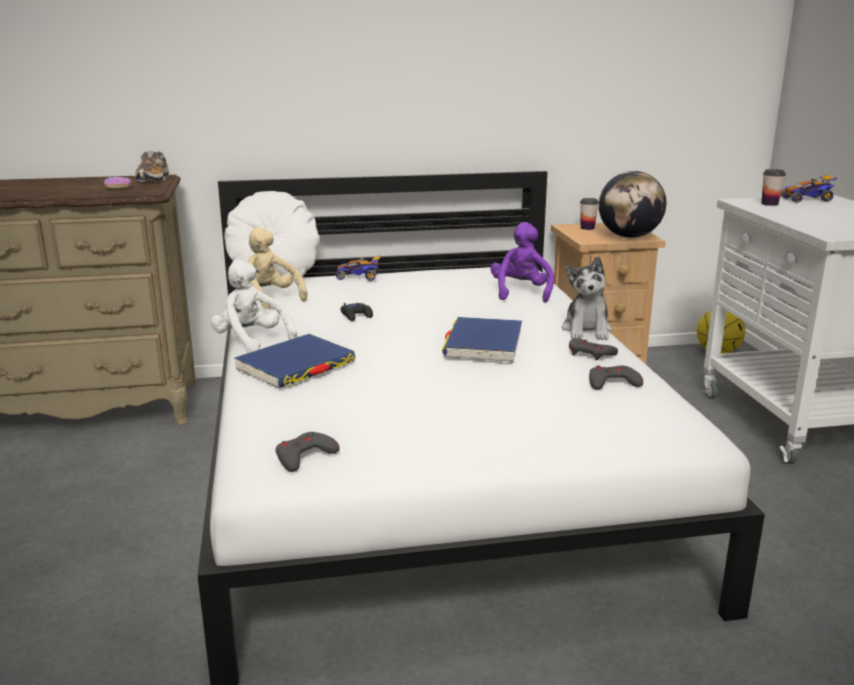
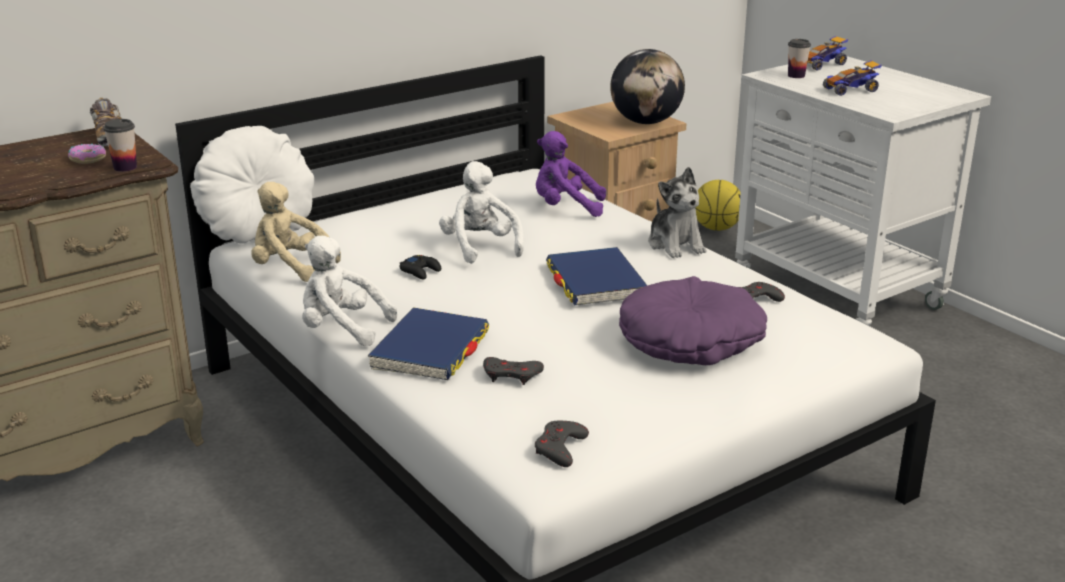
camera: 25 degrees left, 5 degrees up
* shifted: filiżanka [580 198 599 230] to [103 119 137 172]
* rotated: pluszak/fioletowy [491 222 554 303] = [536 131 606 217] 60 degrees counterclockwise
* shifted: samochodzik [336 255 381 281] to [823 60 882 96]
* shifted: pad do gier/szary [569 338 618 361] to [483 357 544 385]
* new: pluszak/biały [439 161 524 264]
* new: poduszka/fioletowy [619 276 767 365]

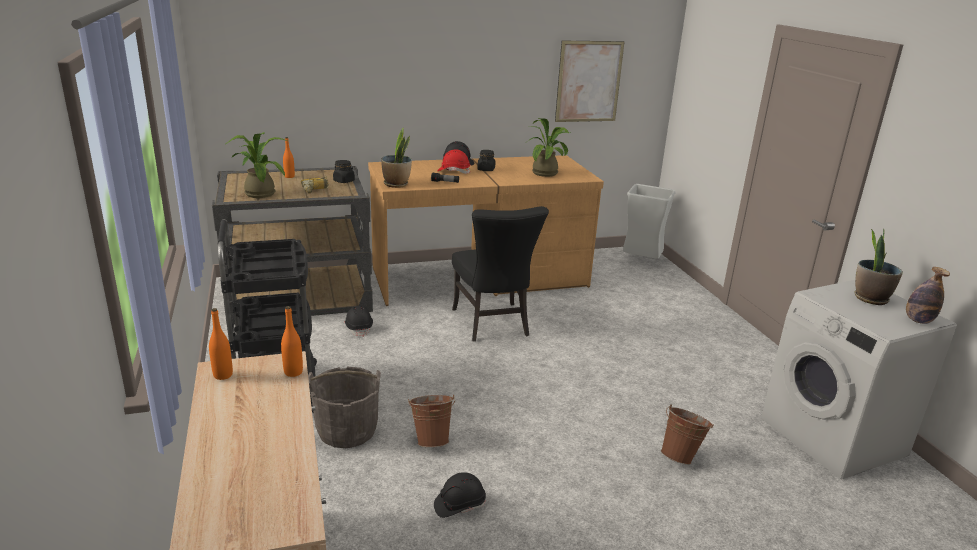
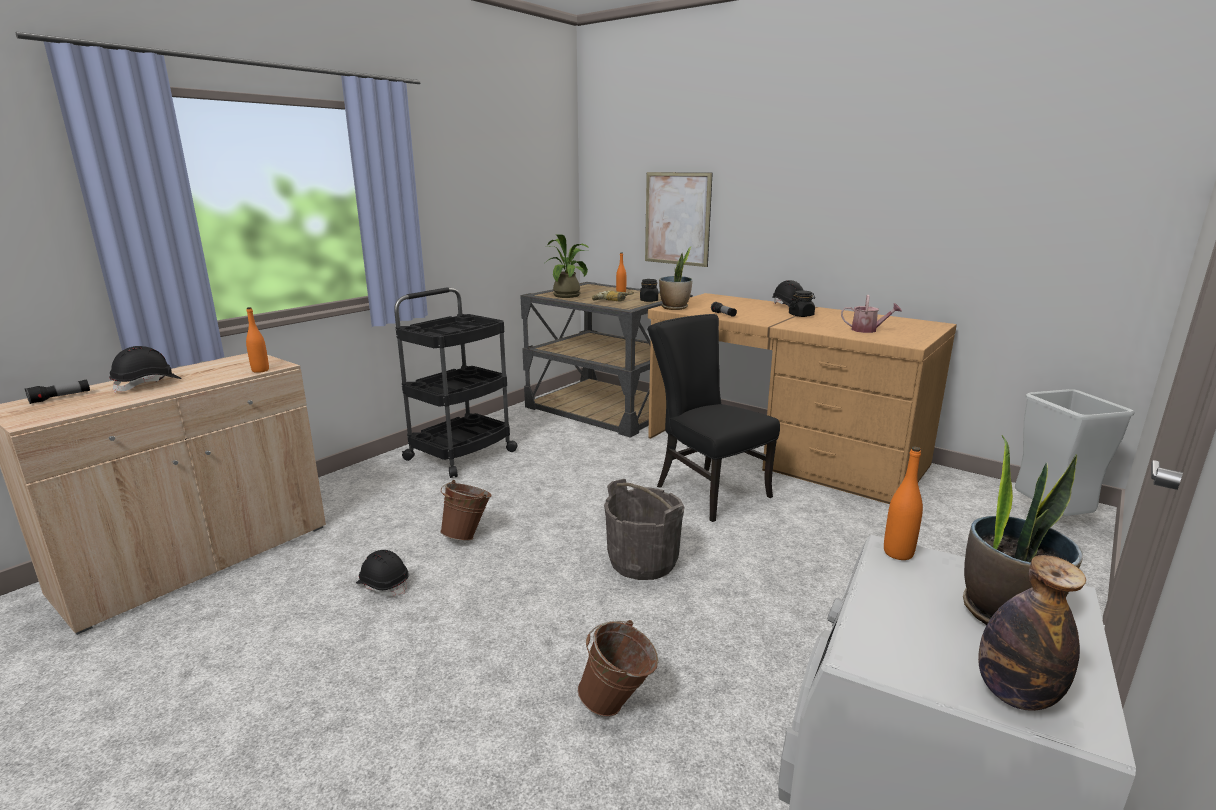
camera: 55 degrees right, 5 degrees down
* shifted: obraz [555 41 625 122] to [645 172 713 267]
* swapped: roślina doniczkowa [525 118 570 177] to konewka [841 295 902 333]
* gone: kask/czerwony [437 149 470 174]
* rotated: krzesło/czarny [452 206 549 342] = [647 314 780 522] 105 degrees clockwise
* shifted: kask/czarny [345 306 373 337] to [109 346 182 393]
* shifted: butelka/pomarańczowy [209 308 233 380] to [884 447 923 560]
* shifted: wiadro/szary [308 367 381 448] to [604 479 684 580]
* new: latarka [25 379 90 404]

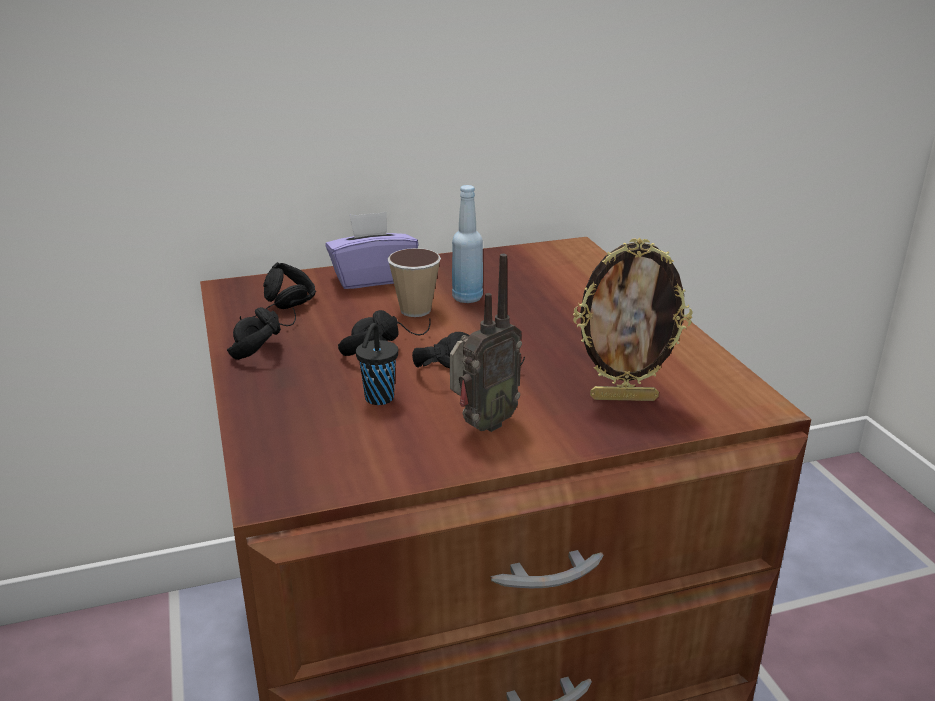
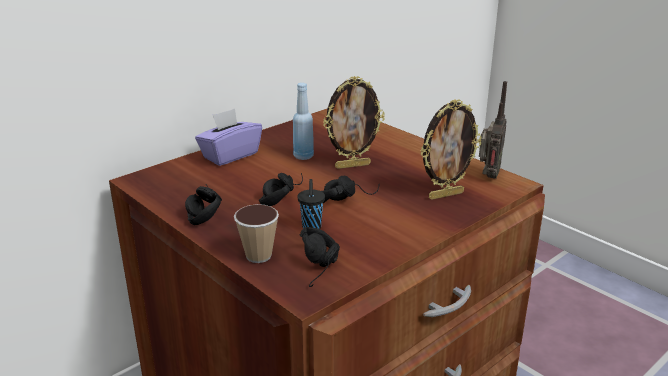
camera: 25 degrees left, 0 degrees up
* shifted: filiżanka [387 248 441 317] to [234 204 279 263]
* shifted: radio [450 254 522 432] to [479 81 507 179]
* shifted: słuchawki/czarny [240 262 316 320] to [300 227 340 287]
* new: ramka na zdjęcie [323 76 384 169]

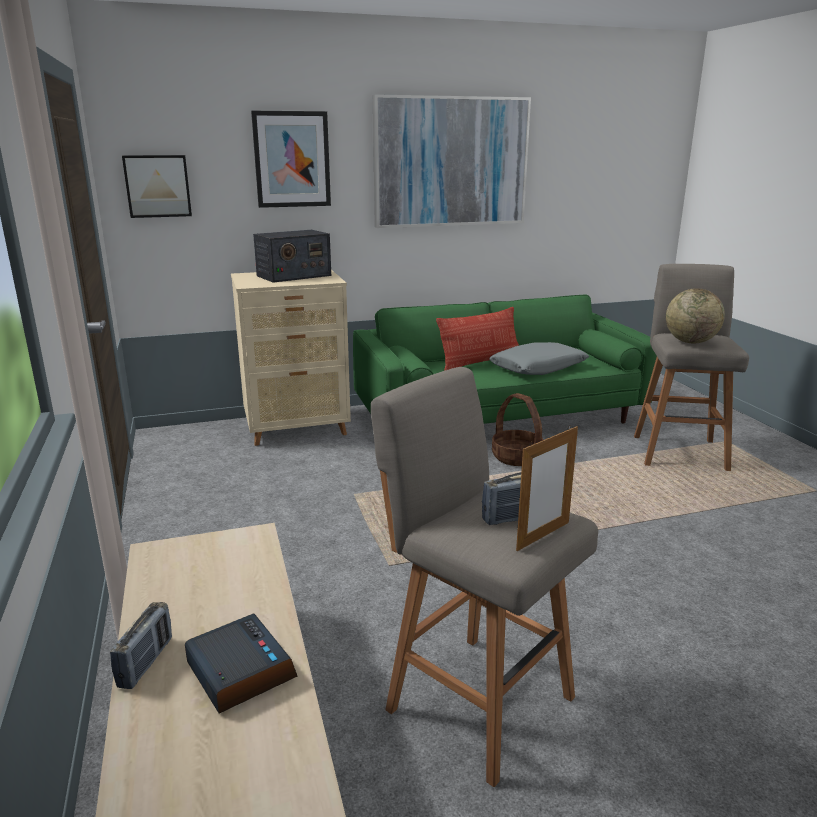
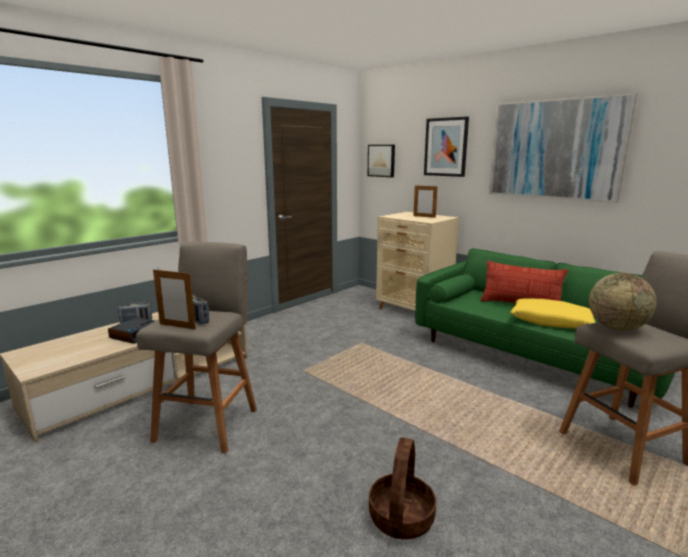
camera: 60 degrees right, 5 degrees down
* swapped: radio [253 230 331 283] to ramka na zdjęcie [413 186 438 218]
* repainted: poduszka/szary [489 342 589 375] to poduszka/żółty [510 298 595 329]
* shifted: koszyk [492 393 543 466] to [369 437 436 540]

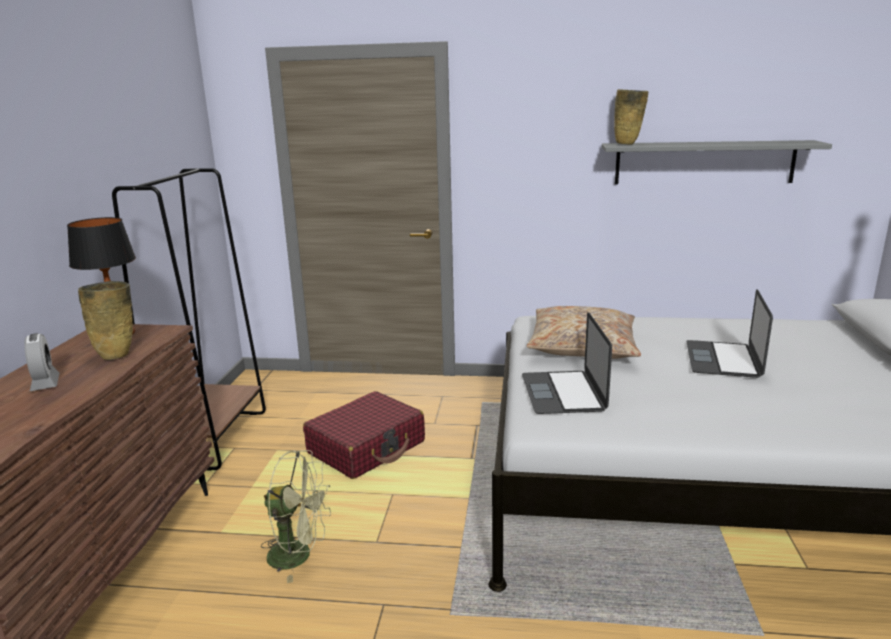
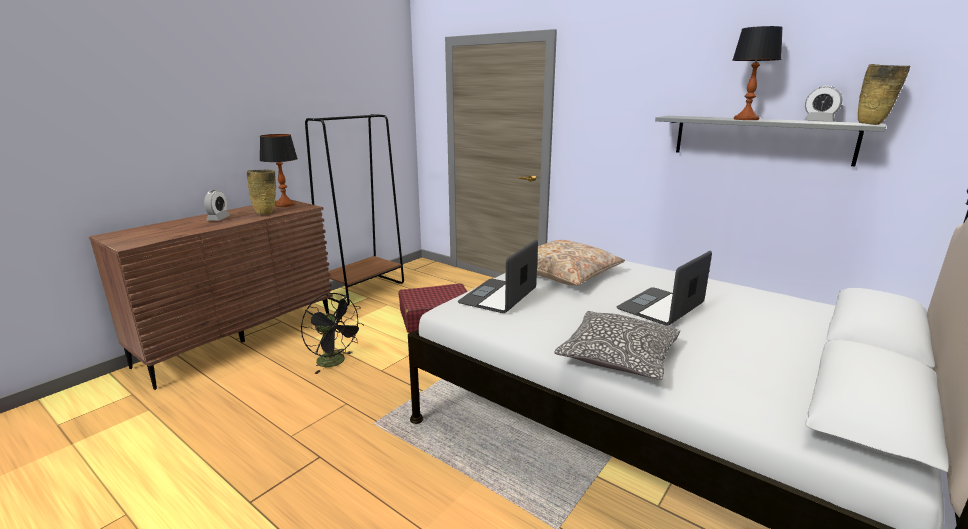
camera: 30 degrees right, 0 degrees up
* shifted: wazon/beżowy [614 89 648 145] to [858 64 911 125]
* repainted: wentylator/zielony [261 450 331 583] to wentylator/czarny [301 293 364 374]
* new: lampa stołowa [732 26 783 120]
* new: budzik [805 86 843 121]
* new: poduszka [554 311 680 380]

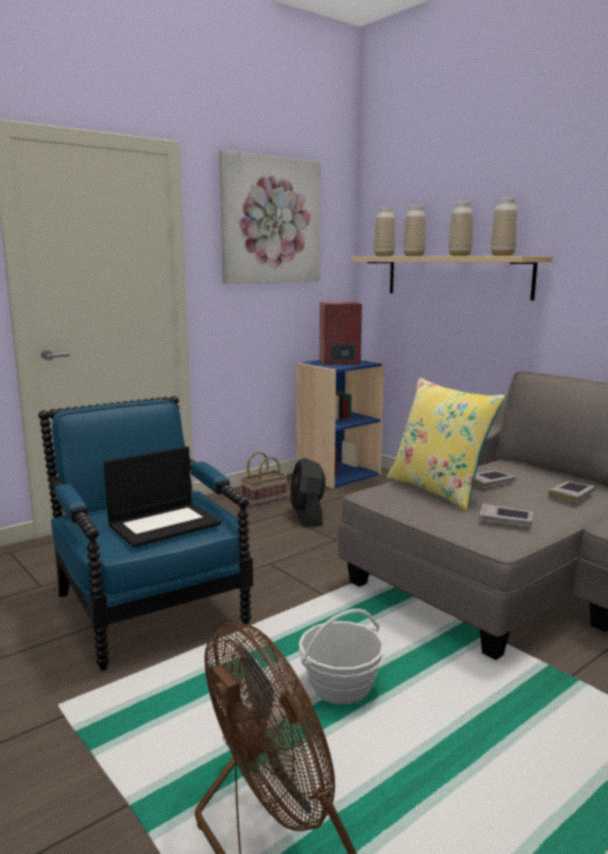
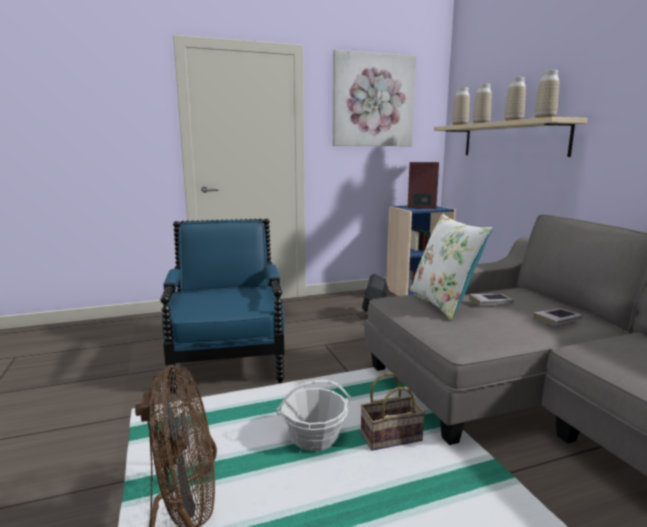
camera: 20 degrees right, 0 degrees up
* repainted: poduszka/żółty [387 377 506 511] to poduszka/biały [410 214 493 321]
* gone: laptop [104 446 221 547]
* shifted: koszyk [241 452 288 506] to [360 373 425 451]
* gone: książka [479 504 533 527]

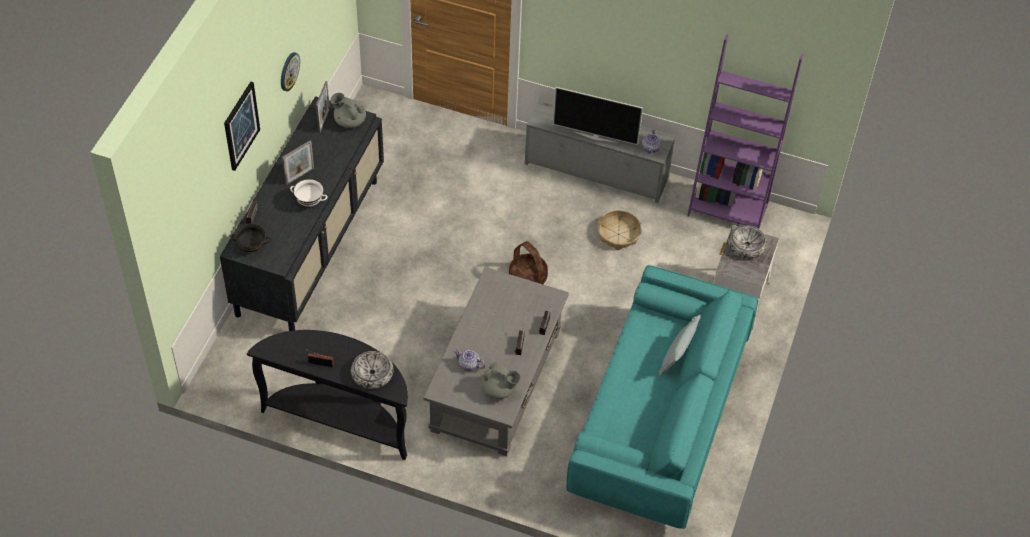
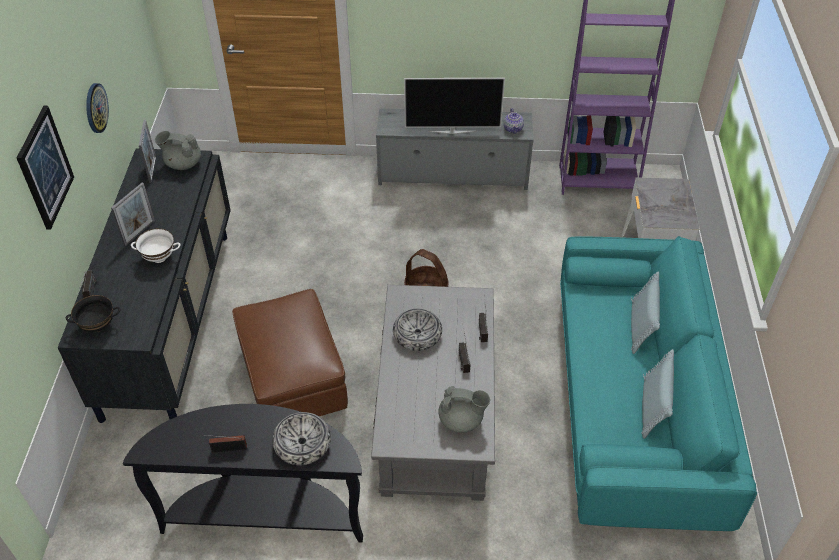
camera: 15 degrees left, 5 degrees down
* gone: koszyk [598 210 641 250]
* shifted: miska [728 225 767 259] to [393 309 442 351]
* gone: imbryk [453 350 485 371]
* new: pufa/brązowy [232 289 348 416]
* new: poduszka/niebieski [641 349 674 439]

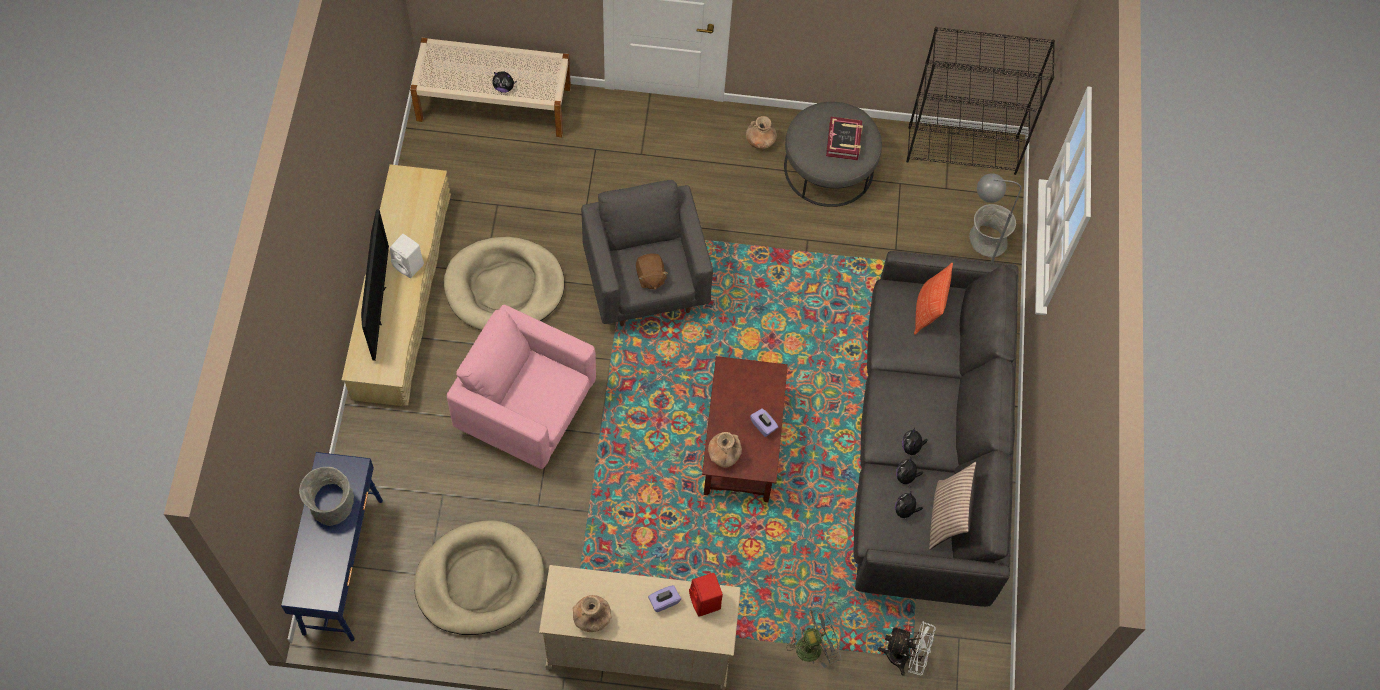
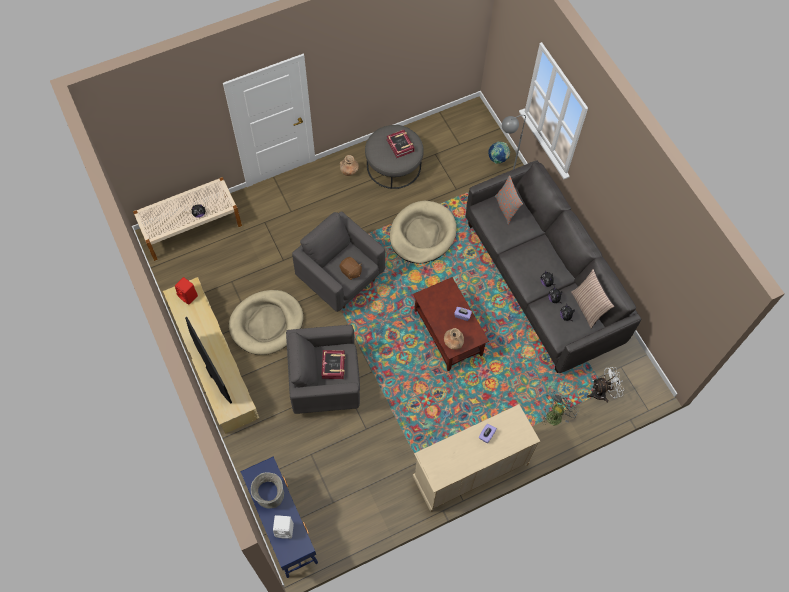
camera: 30 degrees left, 0 degrees up
* gone: regał/czarny [906 27 1055 175]
* swapped: wazon/szary [969 204 1016 257] to globus [488 142 510 164]
* shifted: głośnik/biały [390 234 424 278] to [273 515 294 539]
* repainted: poduszka/pomarańczowy [914 263 953 335] to poduszka/szary [495 175 523 224]
* repainted: fotel/różowy [447 305 596 469] to fotel/szary [286 325 360 414]
* shifted: legowisko/beżowy [414 520 544 635] to [390 201 457 264]
* shifted: głośnik/czerwony [689 573 723 617] to [175 277 198 305]
* gone: wazon/brązowy [573 595 612 632]
* new: książka [321 350 345 379]

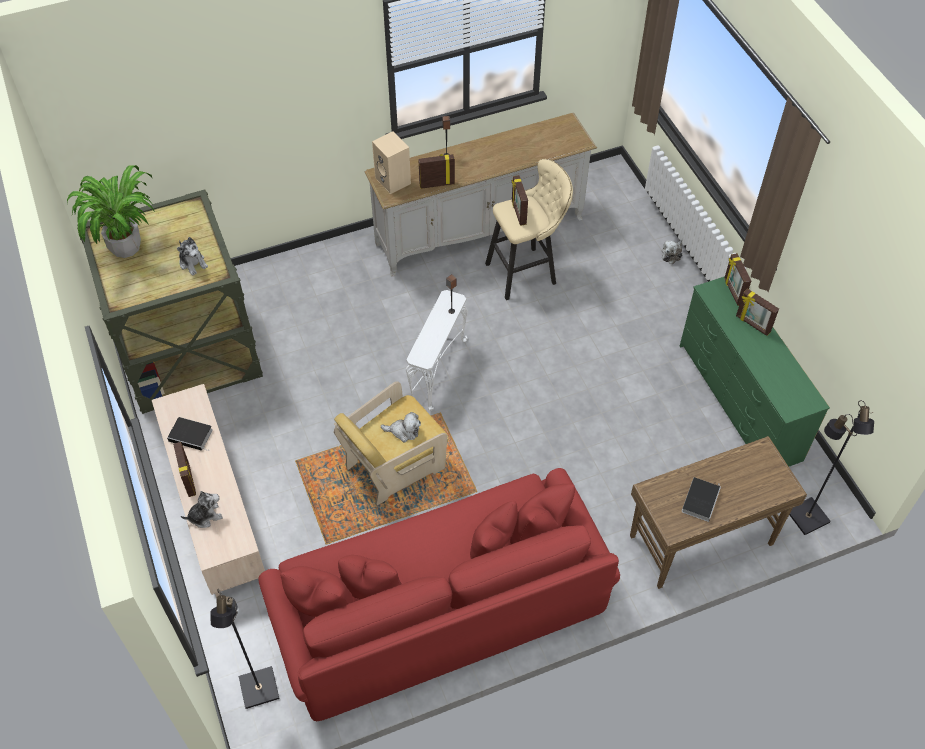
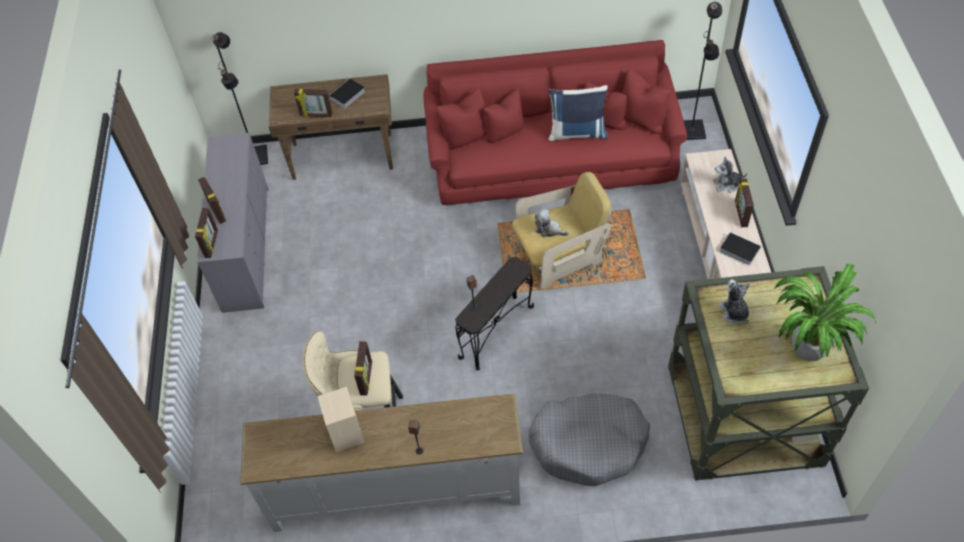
camera: 160 degrees left, 0 degrees up
* shifted: głośnik/beżowy [372 131 411 194] to [317 387 365 452]
* shifted: ramka na zdjęcie [418 154 455 189] to [294 89 332 117]
* gone: pluszak [662 240 683 264]
* repainted: komoda/zielony [680 276 830 466] to komoda/szary [197 133 269 313]
* repainted: stolik/biały [406 290 468 411] to stolik/czarny [455 257 534 370]
* new: poduszka/niebieski [548 85 609 141]
* new: legowisko/szary [529 394 650 486]

